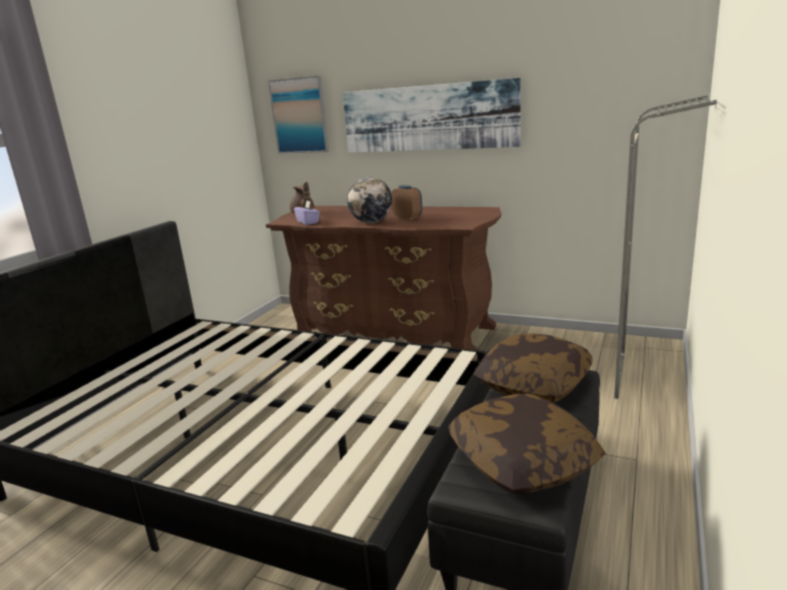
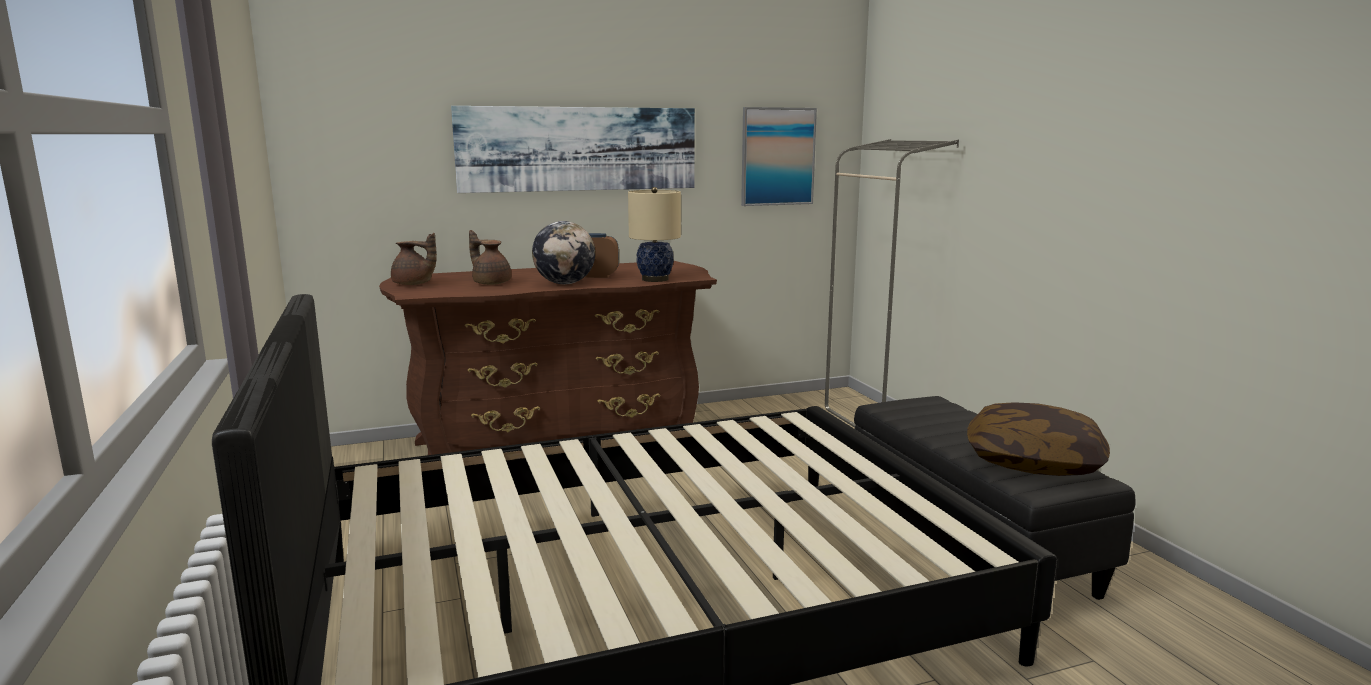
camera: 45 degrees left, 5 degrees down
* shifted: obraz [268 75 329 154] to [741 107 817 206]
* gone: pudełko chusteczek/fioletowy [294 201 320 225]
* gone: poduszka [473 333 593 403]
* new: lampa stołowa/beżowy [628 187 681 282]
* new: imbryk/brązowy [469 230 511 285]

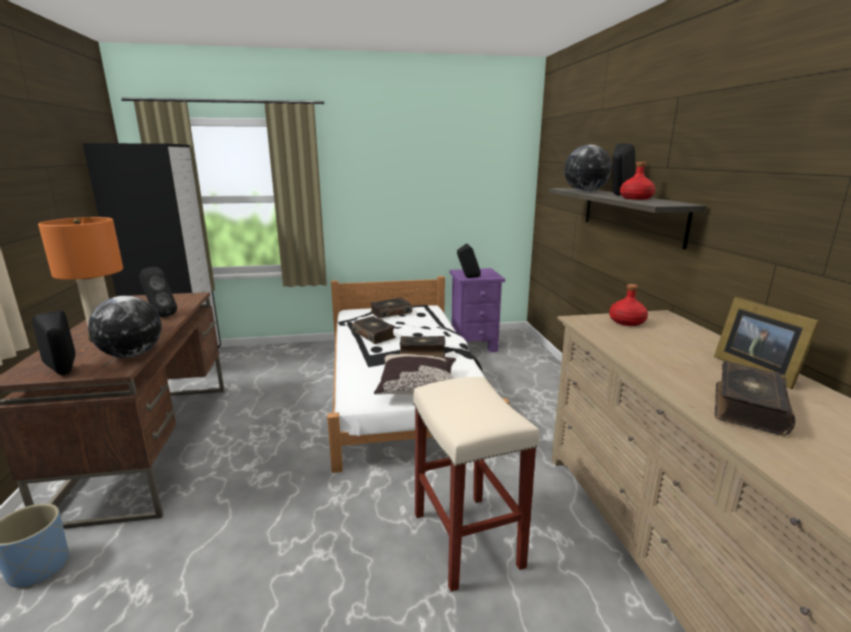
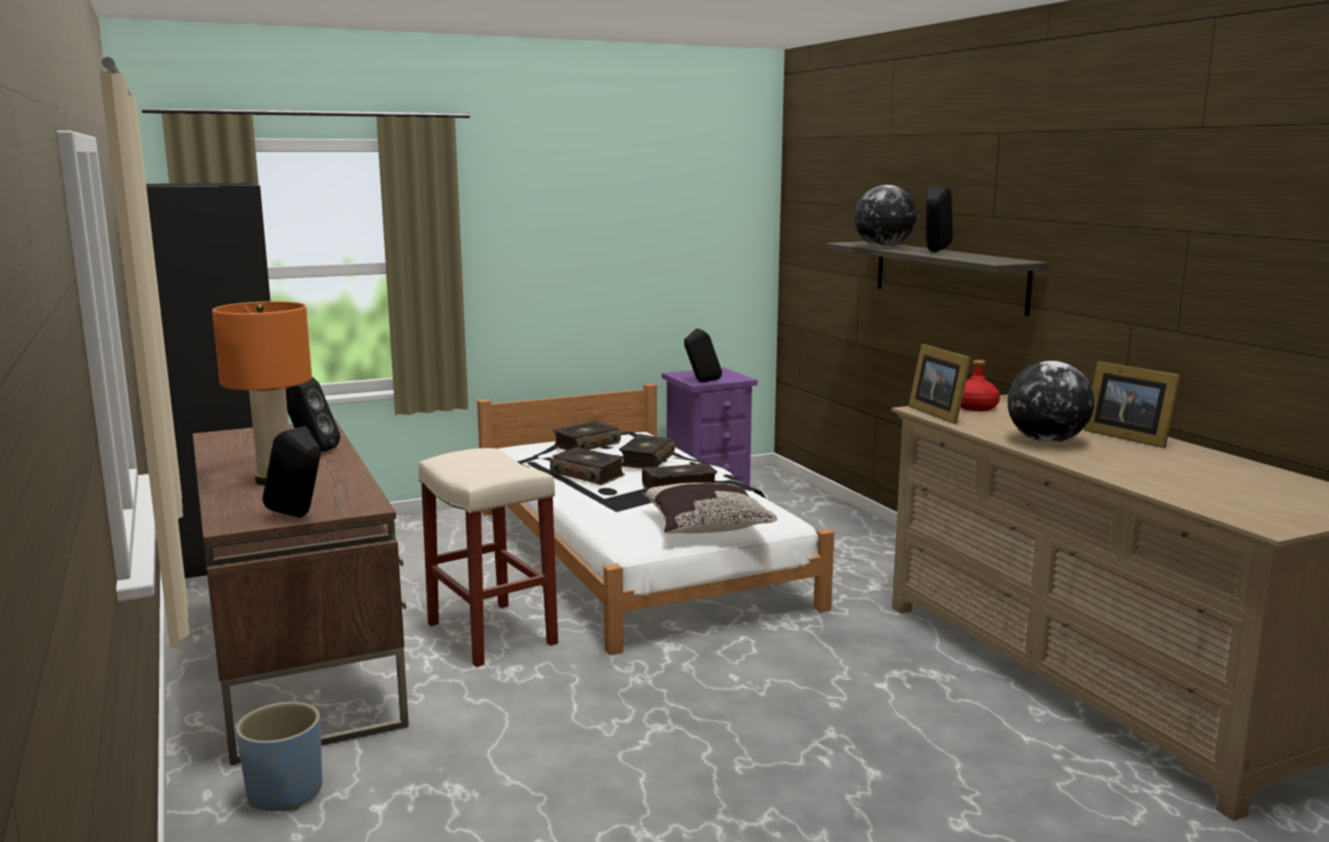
camera: 15 degrees left, 5 degrees down
* gone: butelka/czerwony [620 162 655 200]
* shifted: globus [88 296 162 358] to [1008 361 1094 443]
* shifted: książka [715 361 795 436] to [619 434 675 469]
* shifted: stołek/beżowy [413 377 539 592] to [418 448 558 667]
* new: ramka na zdjęcie [909 344 971 424]

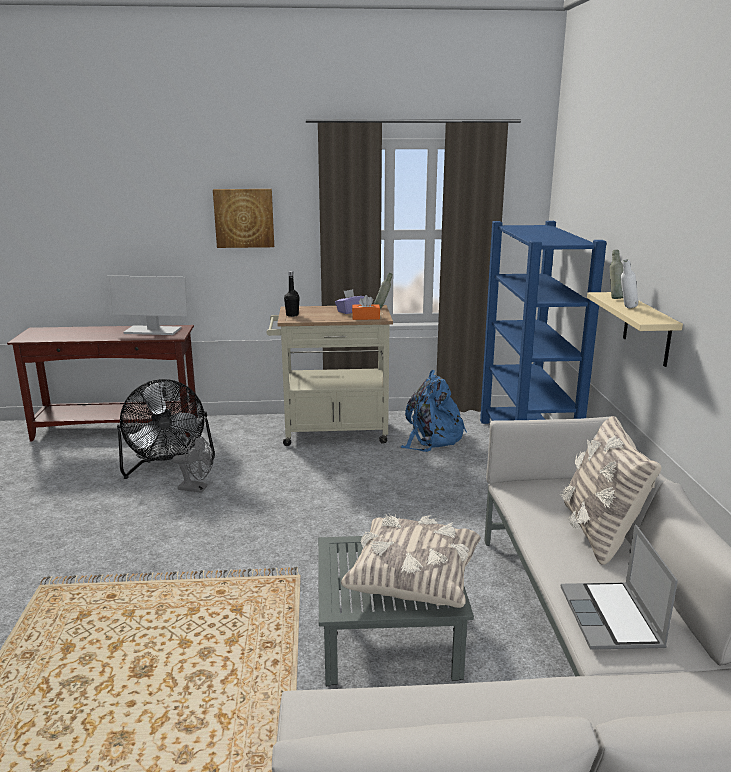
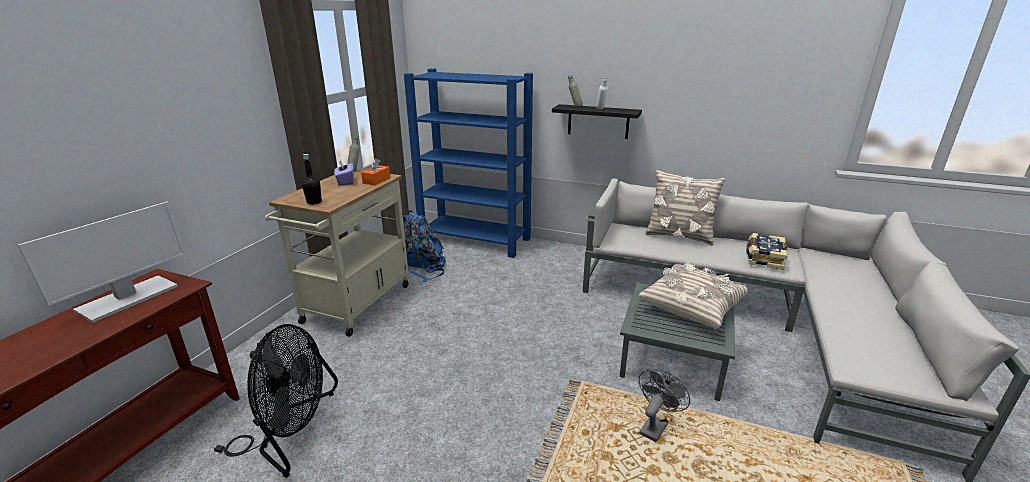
camera: 65 degrees left, 5 degrees up
* gone: obraz [213 189 274 248]
* repainted: półka/beżowy [587 292 683 367] to półka/czarny [552 104 642 139]
* shifted: wentylator/szary [172 436 214 493] to [639 369 690 442]
* swapped: laptop [561 524 678 650] to książka [746 233 788 270]

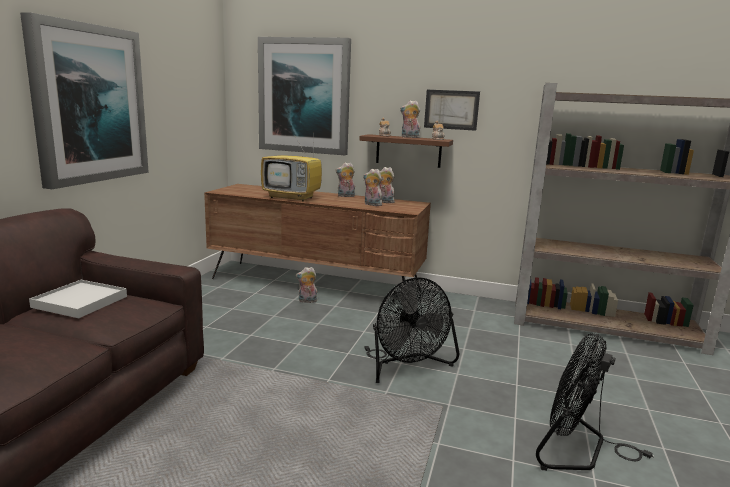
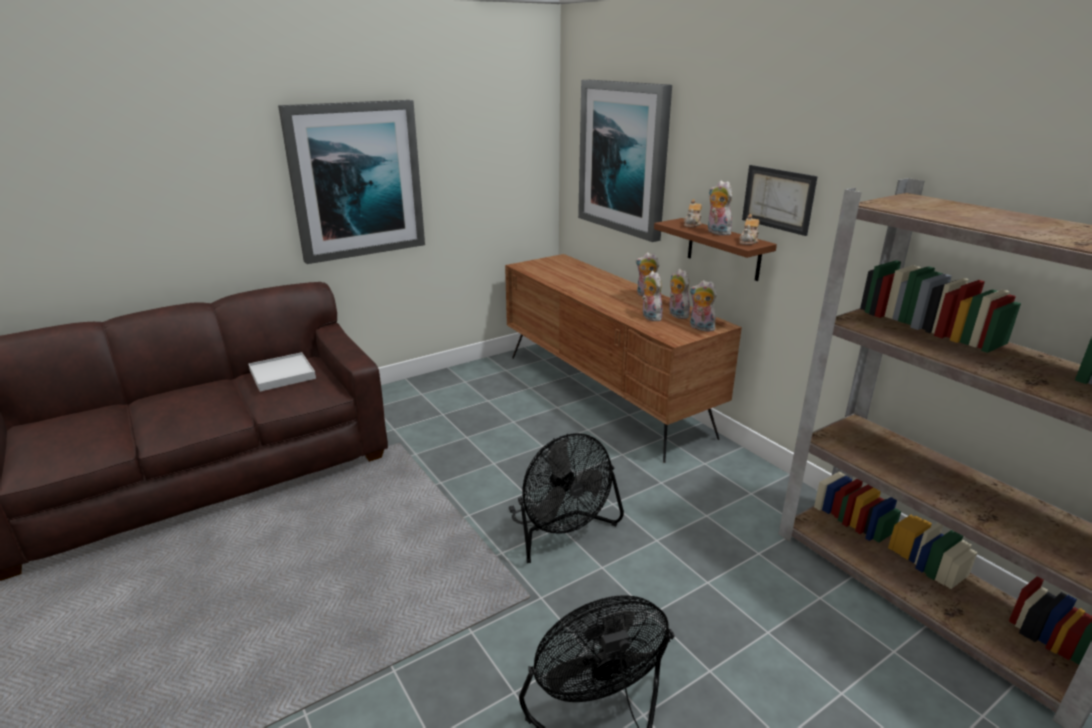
camera: 40 degrees right, 10 degrees up
* gone: telewizor [261 140 322 201]
* shifted: pluszak [296 267 317 303] to [689 280 717 332]
* rotated: wentylator/czarny [365 278 459 383] = [509 433 624 563] 45 degrees counterclockwise

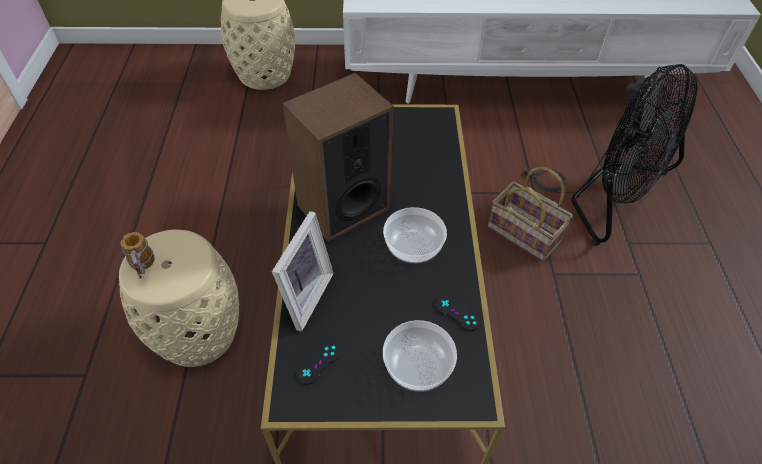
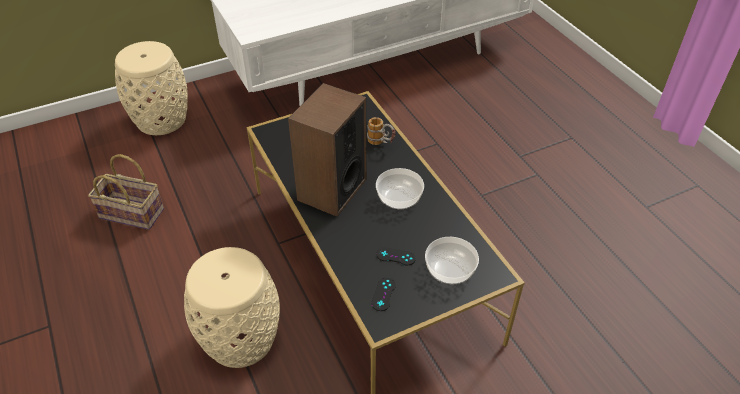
camera: 25 degrees left, 5 degrees down
* gone: wentylator/czarny [524 64 698 246]
* shifted: koszyk [488 167 573 262] to [88 154 164 230]
* gone: ramka na zdjęcie [272 211 334 332]
* shifted: kubek [121 232 155 279] to [367 117 396 145]
* shifted: pad do gier/czarny [435 295 481 331] to [376 247 416 266]

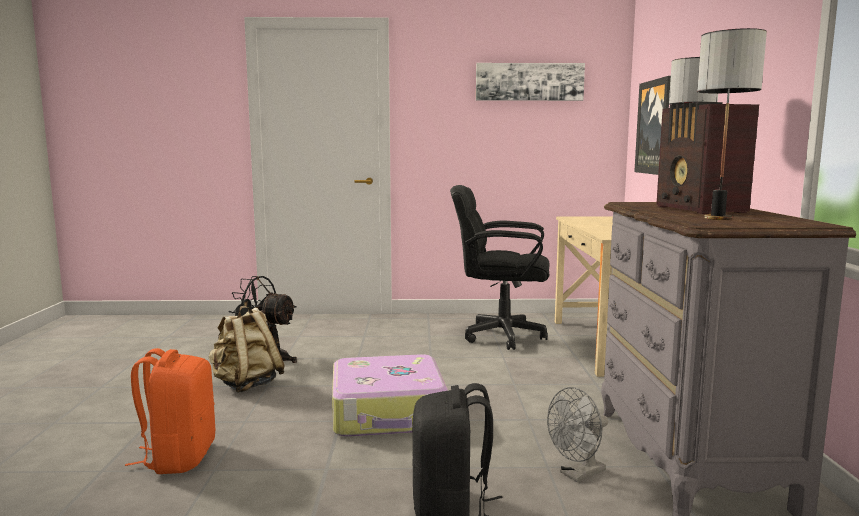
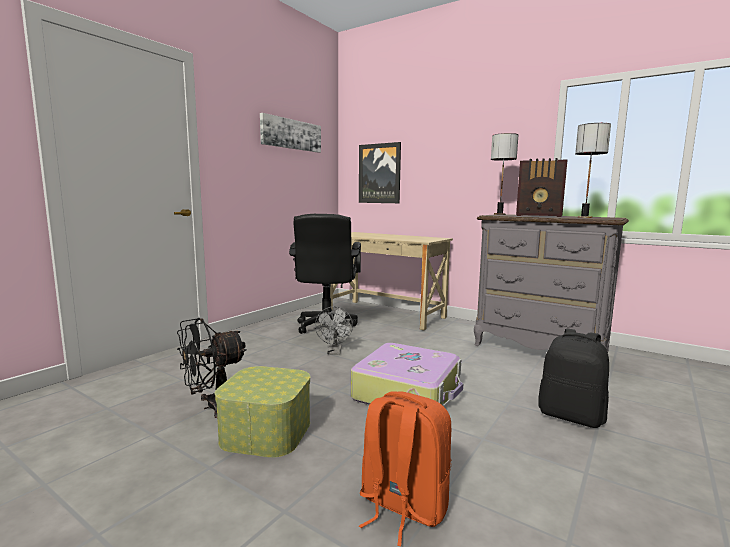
camera: 55 degrees left, 0 degrees up
* rotated: krzesło biurowe/czarny [450 185 550 350] = [289 214 361 336] 45 degrees counterclockwise
* swapped: plecak/beżowy [209 306 284 393] to pojemnik do przechowywania [214 366 311 458]
* shifted: wentylator/szary [547 387 608 482] to [315 306 353 355]

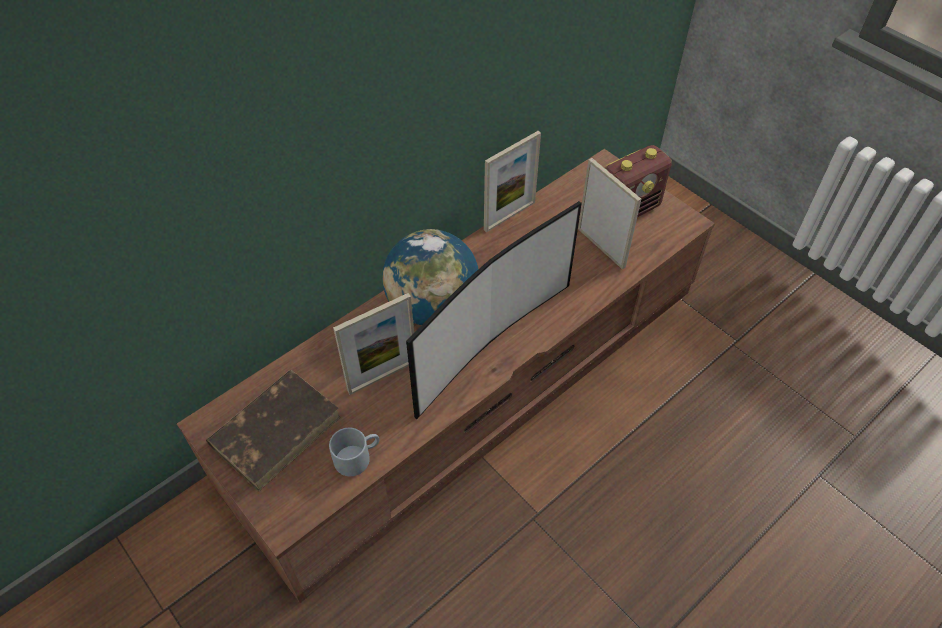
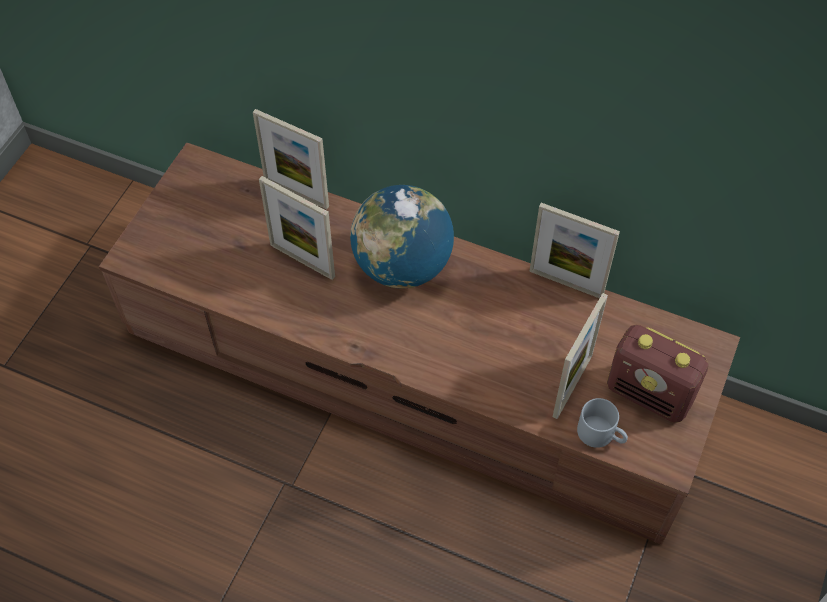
camera: 65 degrees right, 5 degrees up
* gone: telewizor [406 201 582 419]
* gone: książka/brązowy [206 370 341 492]
* shifted: kubek/szary [329 428 380 476] to [577 398 628 448]
* new: ramka na zdjęcie [253 109 329 210]

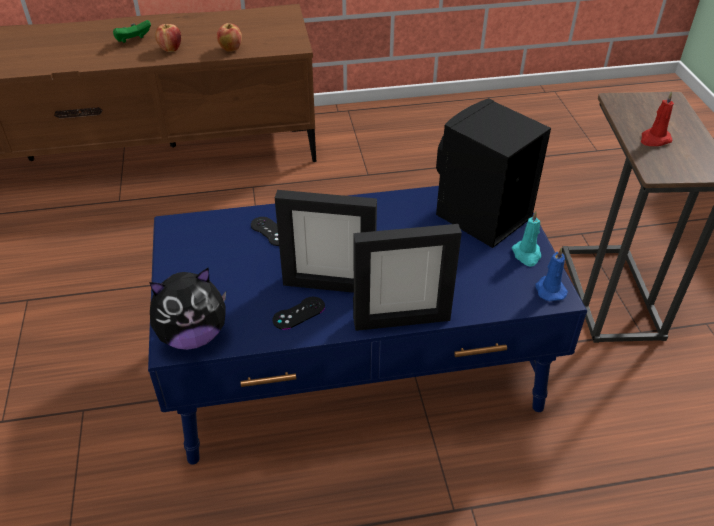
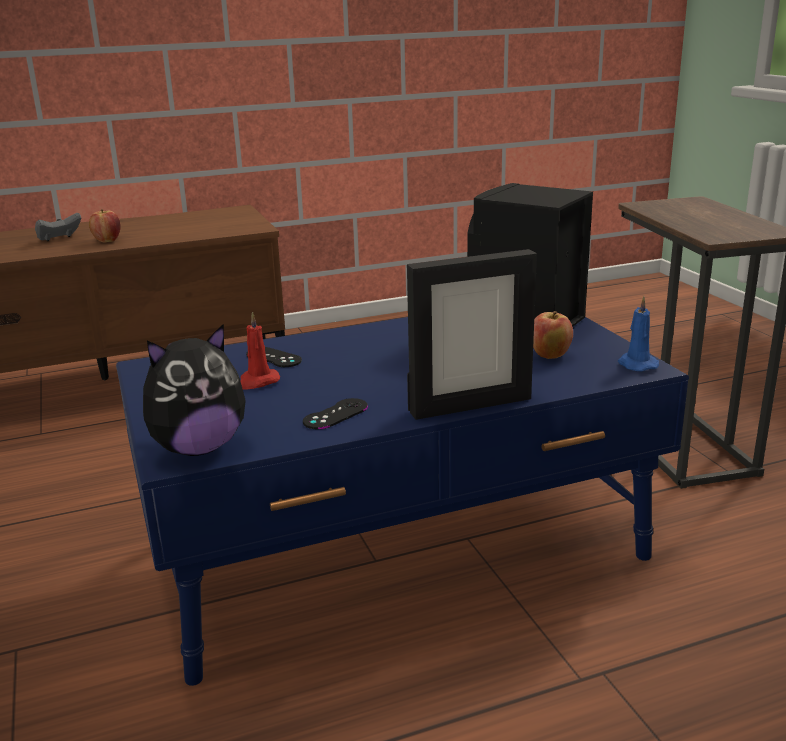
camera: 10 degrees left, 20 degrees down
* repainted: pad do gier/zielony [113 20 151 43] to pad do gier/szary [35 213 82 241]
* shifted: jabłko [217 23 242 52] to [533 311 573 359]
* shifted: świeca/czerwony [641 92 674 146] to [240 312 280 390]
* gone: ramka na zdjęcie [275 190 377 293]
* gone: świeca/turkusowy [512 211 541 267]

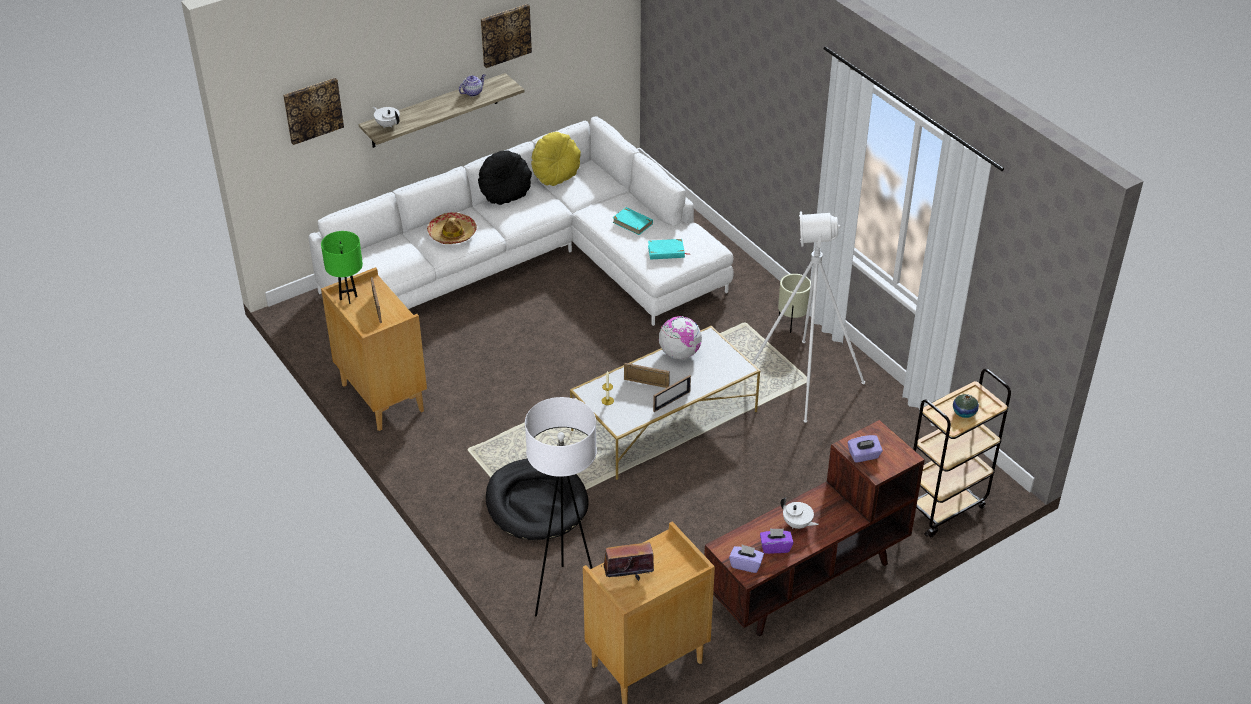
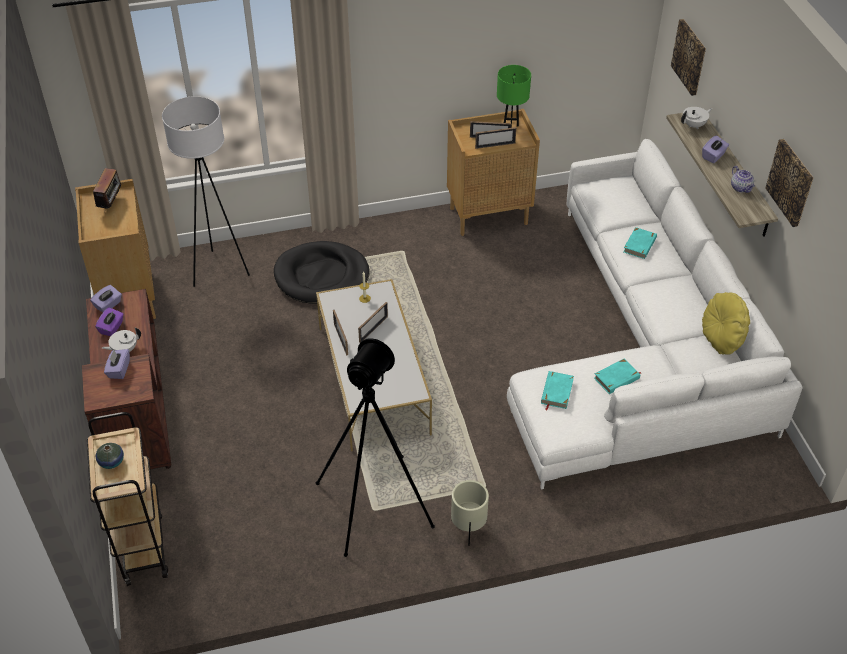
camera: 110 degrees right, 5 degrees up
* gone: poduszka/czarny [478 150 532 205]
* repainted: lampa stojąca/biały [752 211 865 423] to lampa stojąca/czarny [316 338 435 557]
* swapped: kapelusz [427 212 477 244] to książka/turkusowy [623 227 657 259]
* gone: globus [659 316 702 359]
* new: ramka na zdjęcie [475 127 516 149]
* new: pudełko chusteczek/fioletowy [702 135 729 163]

